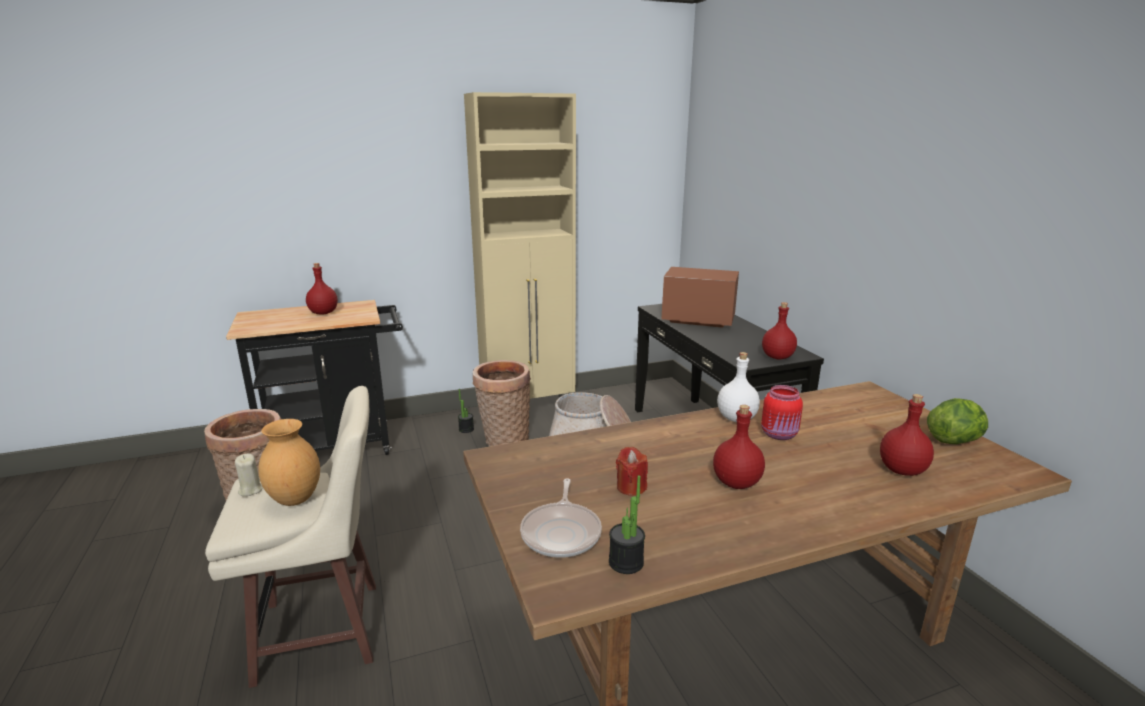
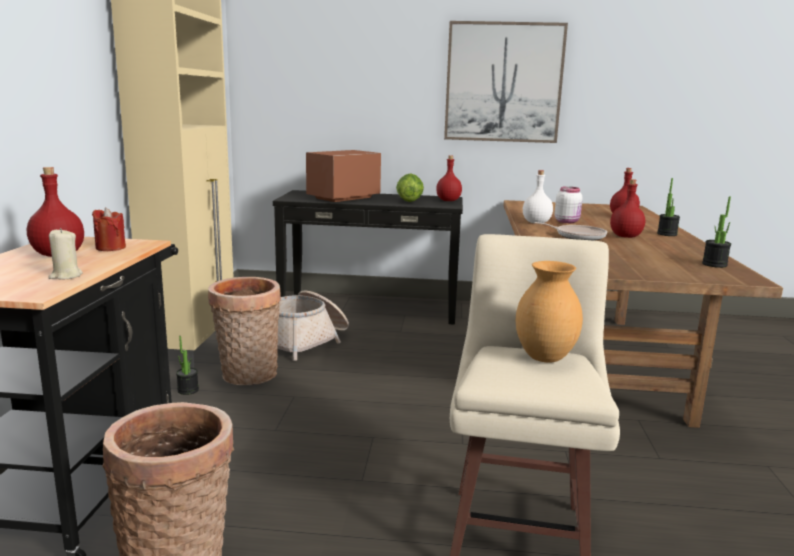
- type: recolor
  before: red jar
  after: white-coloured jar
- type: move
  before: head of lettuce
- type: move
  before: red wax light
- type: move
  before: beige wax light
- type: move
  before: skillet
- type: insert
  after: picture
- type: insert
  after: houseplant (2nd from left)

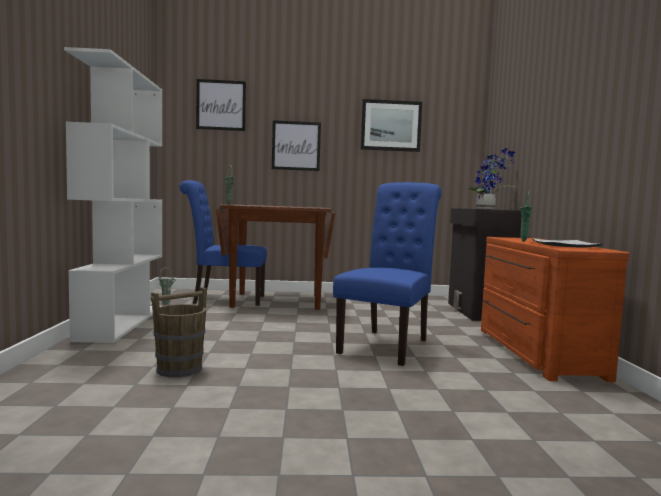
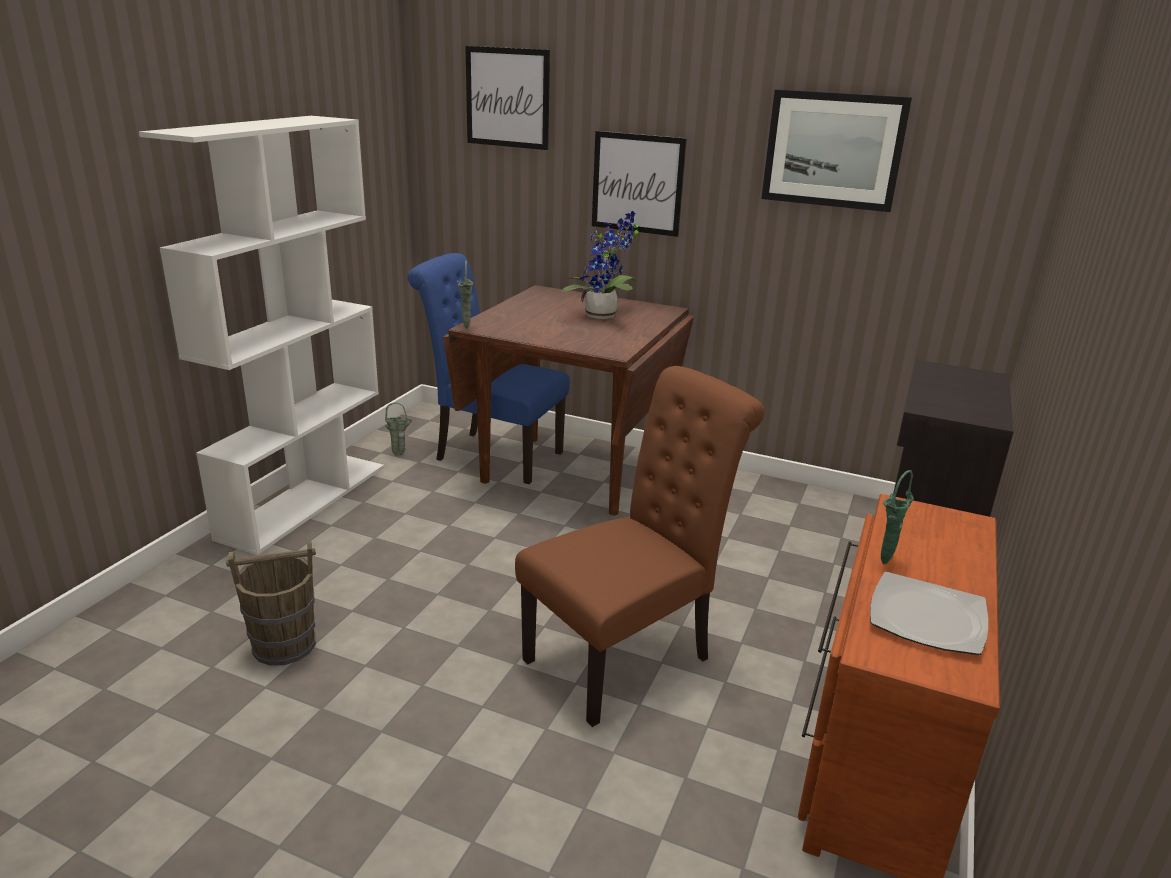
- type: move
  before: houseplant
- type: recolor
  before: blue chair (2nd from left)
  after: brownish chair

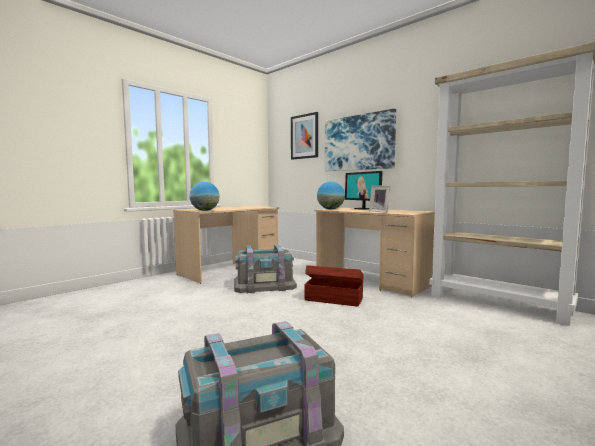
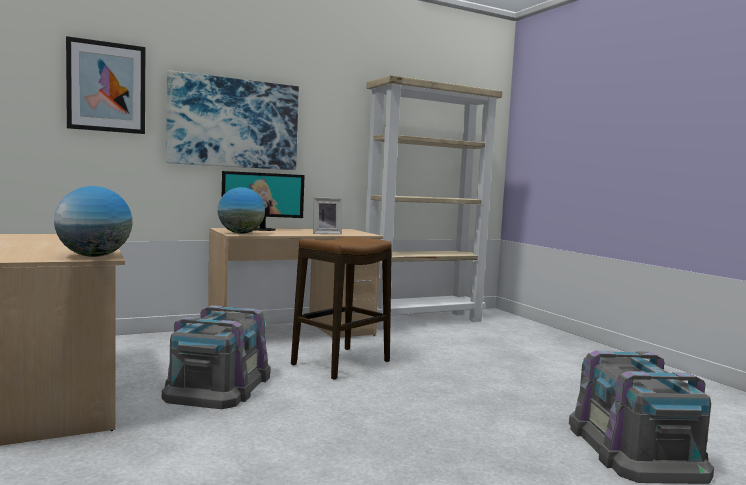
- type: replace
  before: brownish storage box
  after: sitting stool

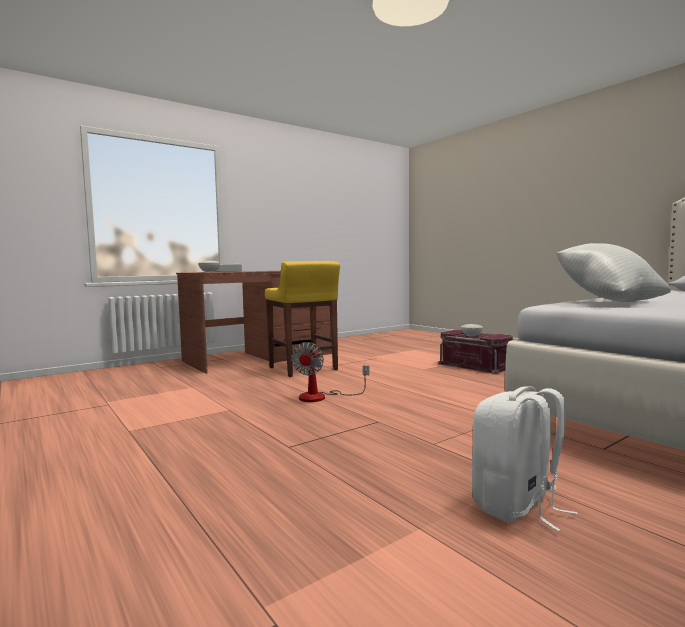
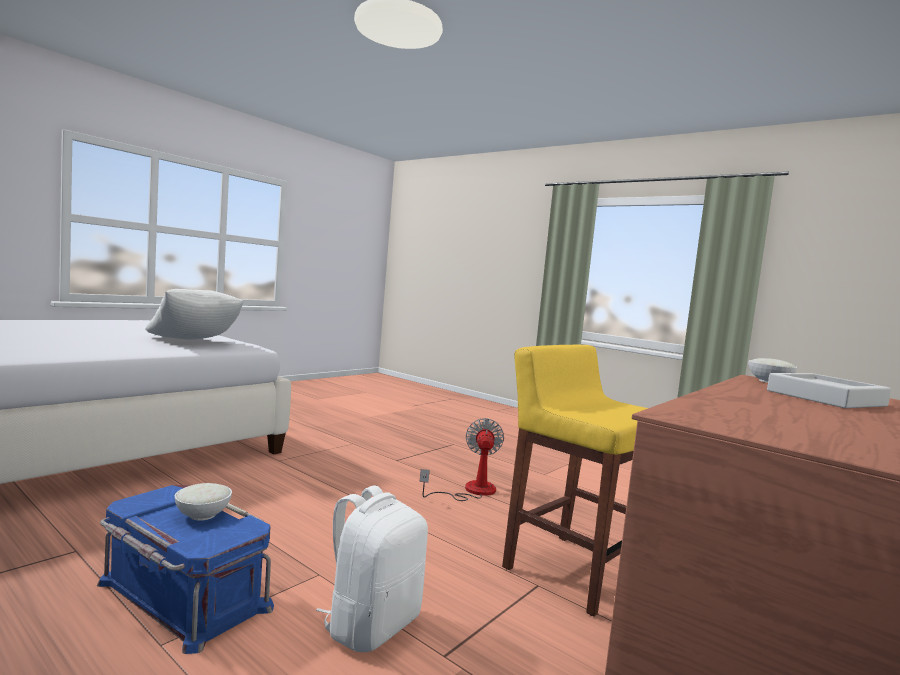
- type: recolor
  before: red storage box
  after: blue storage box
- type: move
  before: white-coloured knapsack

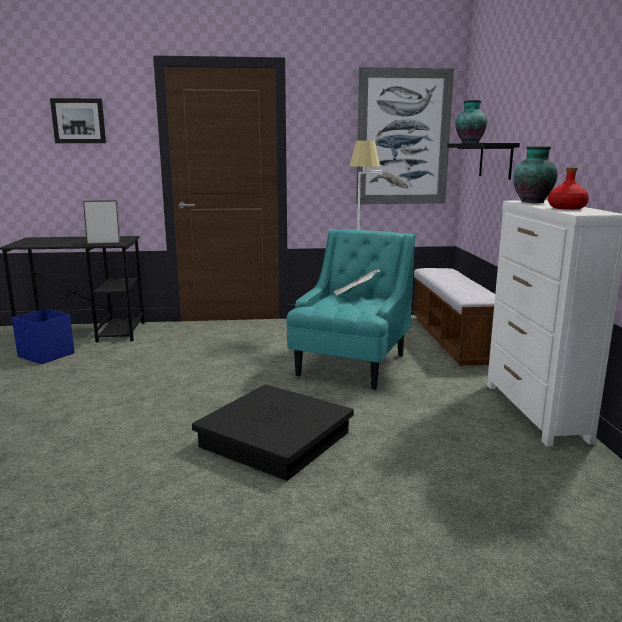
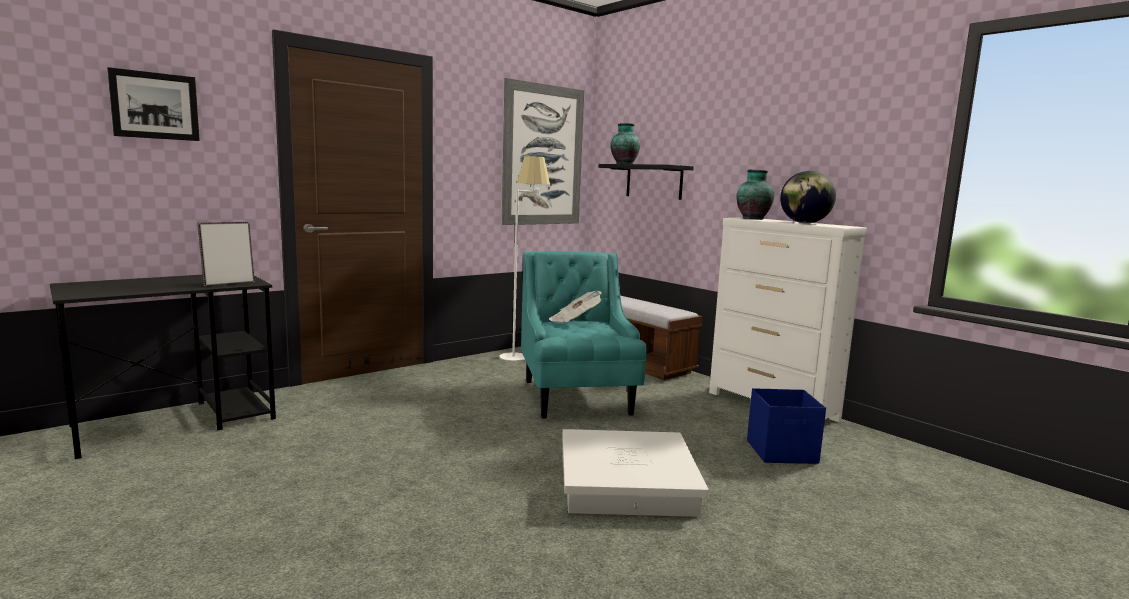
- type: replace
  before: red beverage bottle
  after: world globe
- type: move
  before: blue storage box
- type: recolor
  before: black storage box
  after: white-coloured storage box

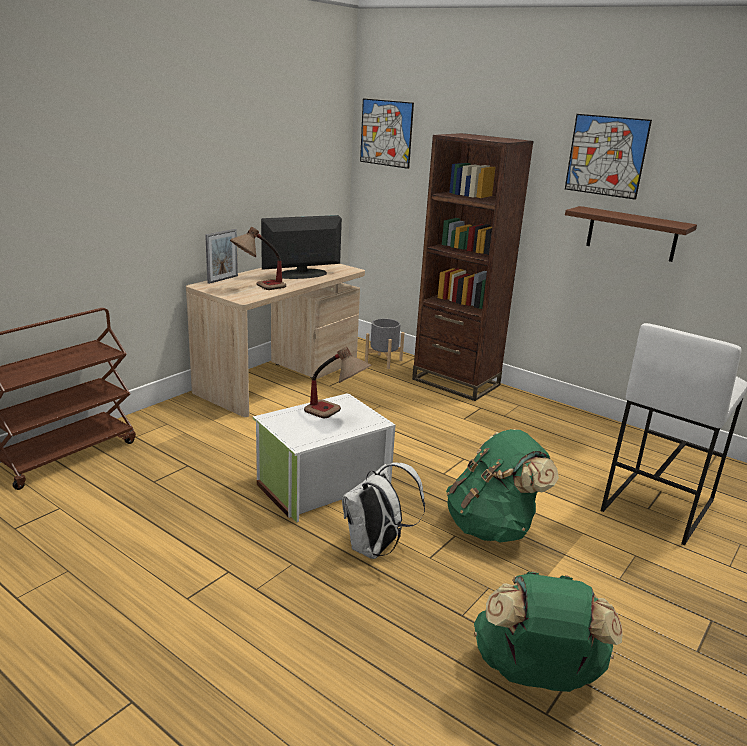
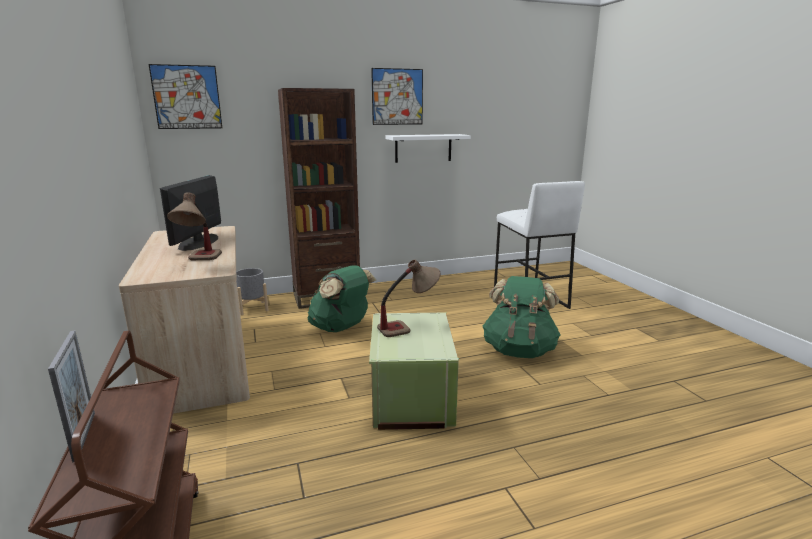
- type: recolor
  before: brownish bracket shelf
  after: white-coloured bracket shelf
- type: move
  before: picture frame
- type: recolor
  before: white-coloured storage box
  after: green storage box
- type: delete
  before: white-coloured knapsack
- type: move
  before: green knapsack (2nd from left in the first image)
  after: green knapsack (1st from left)

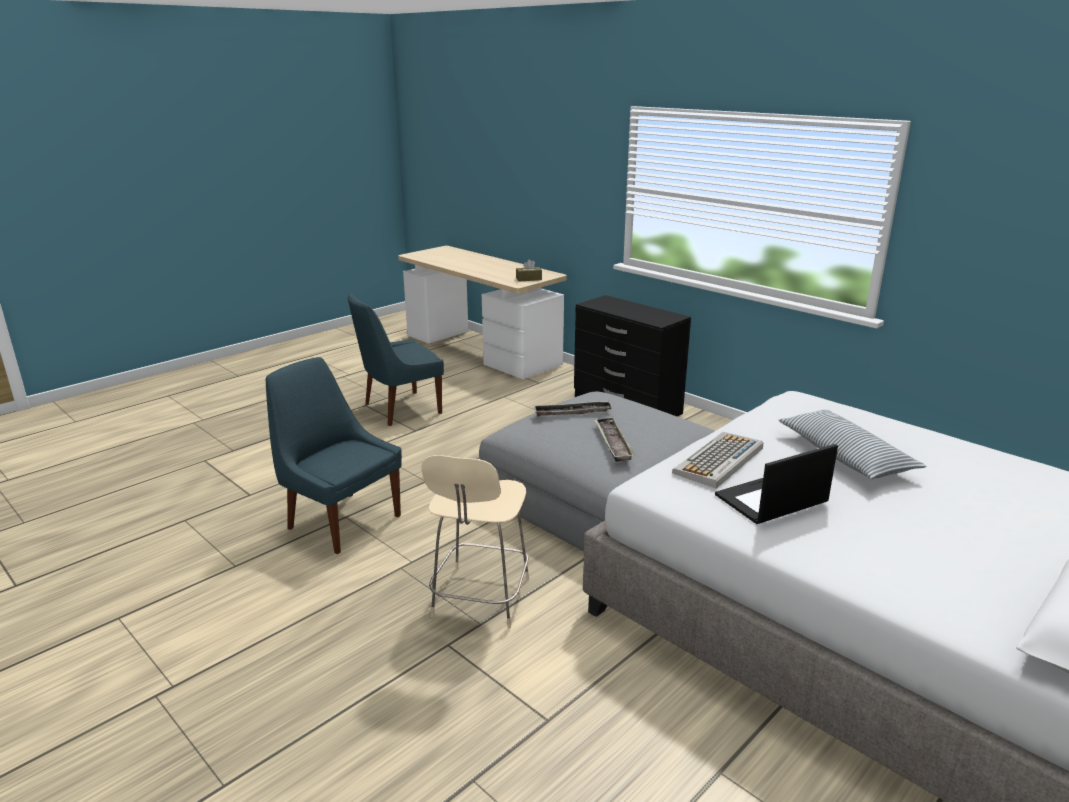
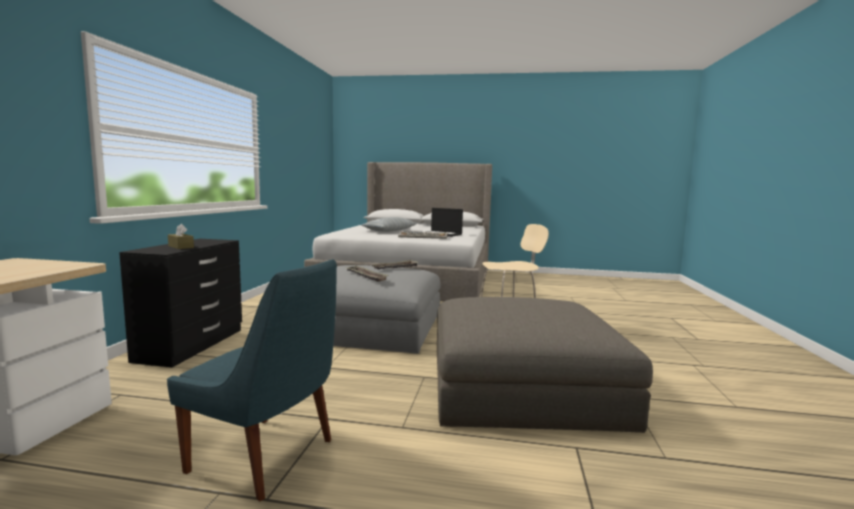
- type: move
  before: brownish tissue holder
- type: replace
  before: blue chair (1st from left)
  after: grey pouffe (2nd from left)

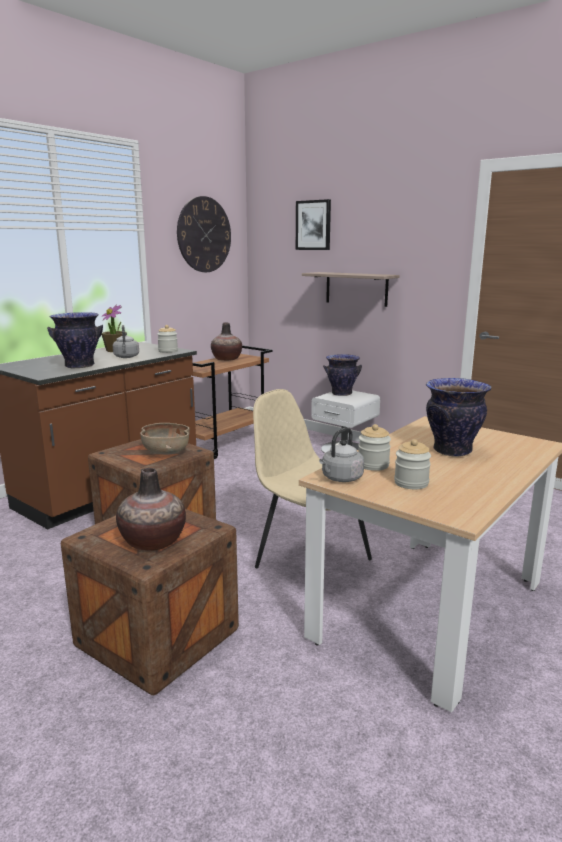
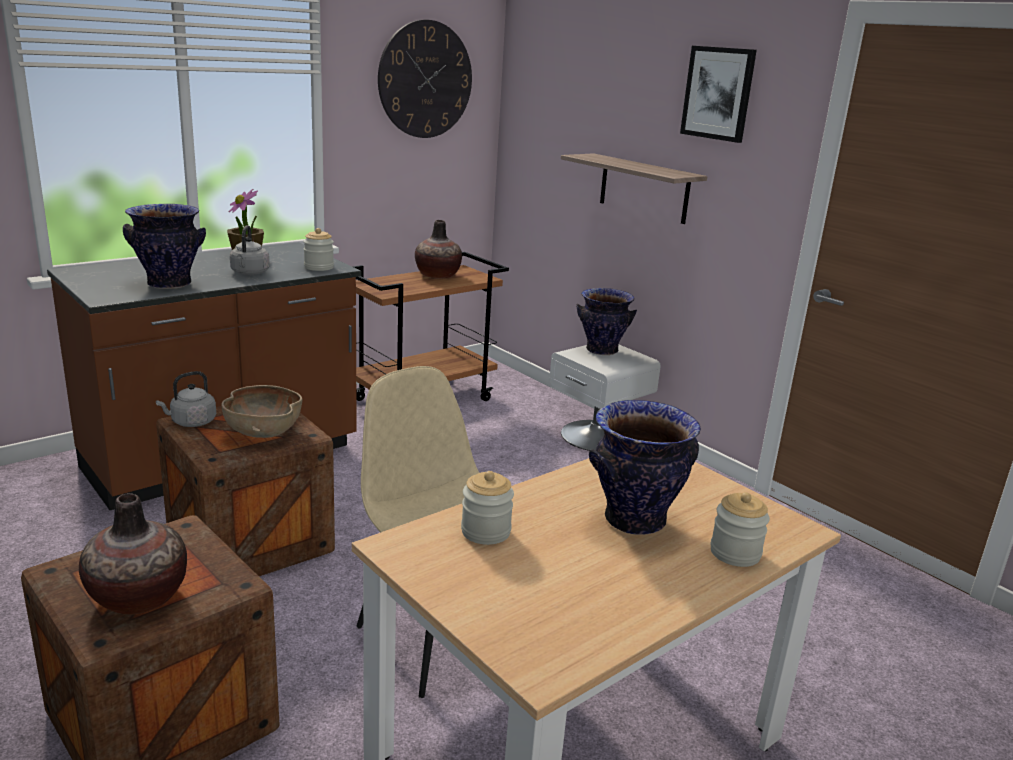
- type: move
  before: picture
- type: move
  before: grey tea kettle (2nd from left in the first image)
  after: grey tea kettle (1st from left)
- type: move
  before: jar (3rd from left)

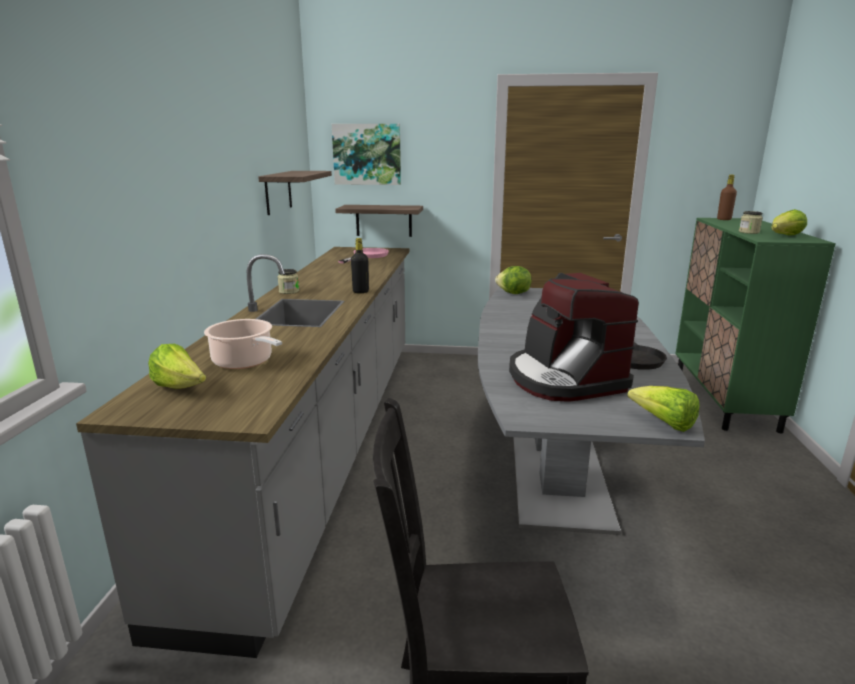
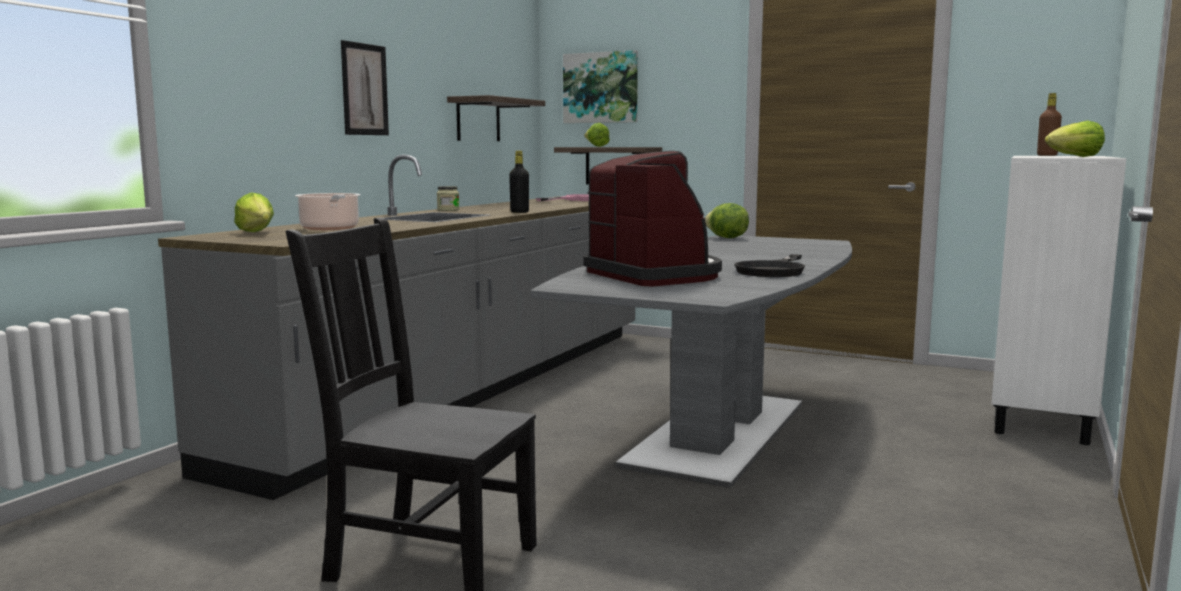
- type: delete
  before: jar (2nd from left)
- type: recolor
  before: green storage cabinet
  after: white-coloured storage cabinet
- type: rotate
  before: coffee machine
  turn: 150
- type: move
  before: head of lettuce (3rd from left in the first image)
  after: head of lettuce (2nd from left)
- type: insert
  after: picture (1st from left)

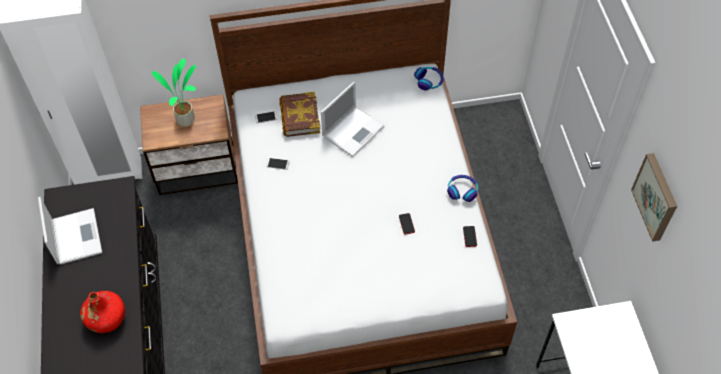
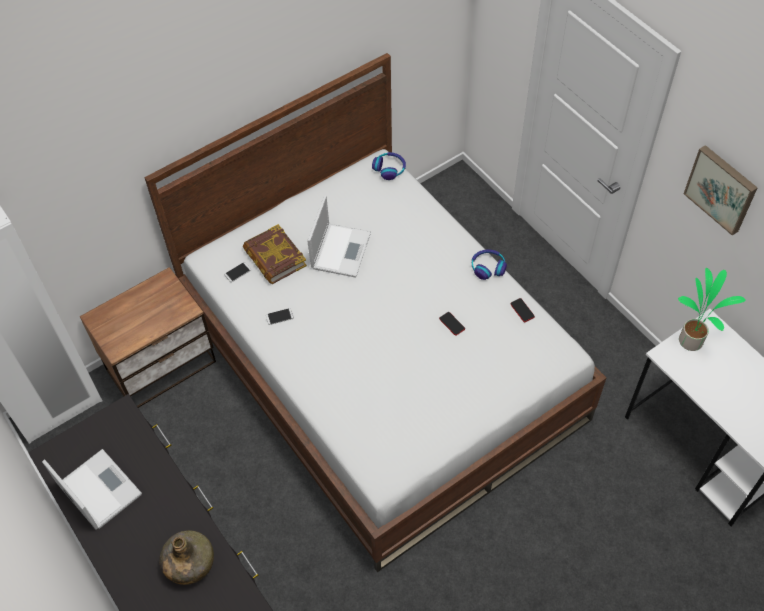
- type: move
  before: houseplant
- type: recolor
  before: red beverage bottle
  after: green beverage bottle

